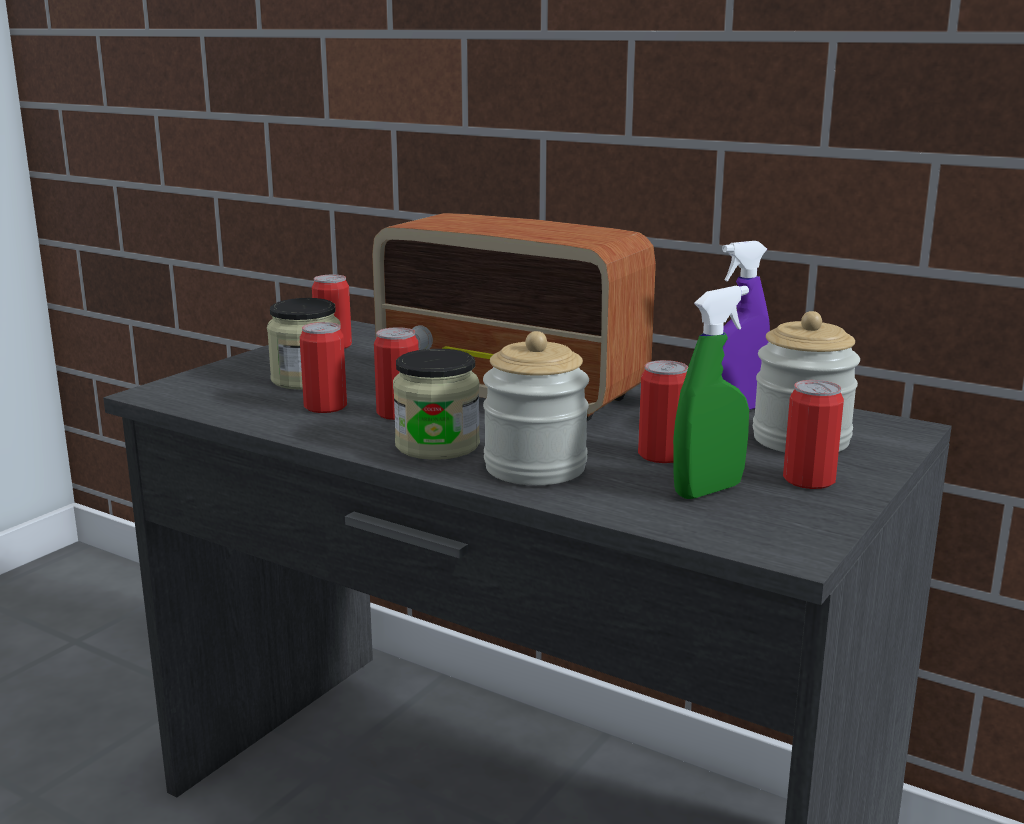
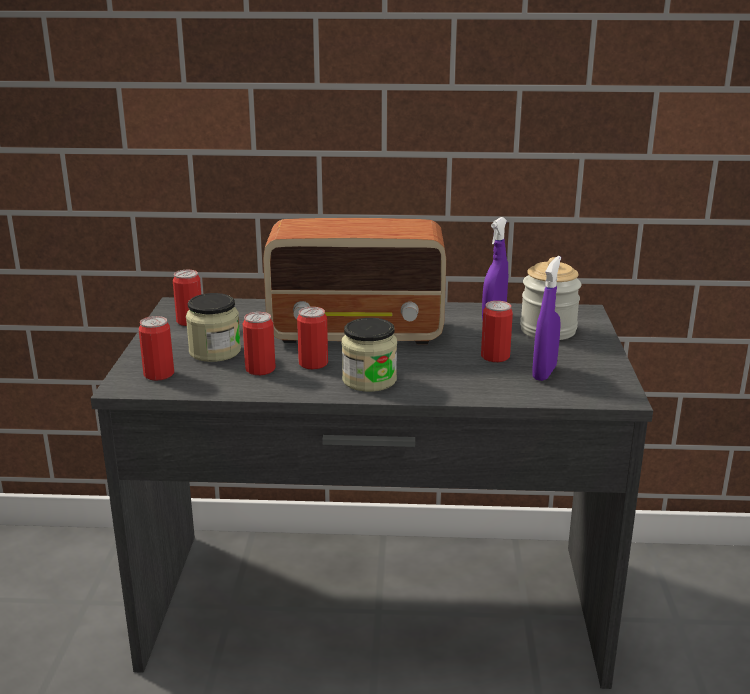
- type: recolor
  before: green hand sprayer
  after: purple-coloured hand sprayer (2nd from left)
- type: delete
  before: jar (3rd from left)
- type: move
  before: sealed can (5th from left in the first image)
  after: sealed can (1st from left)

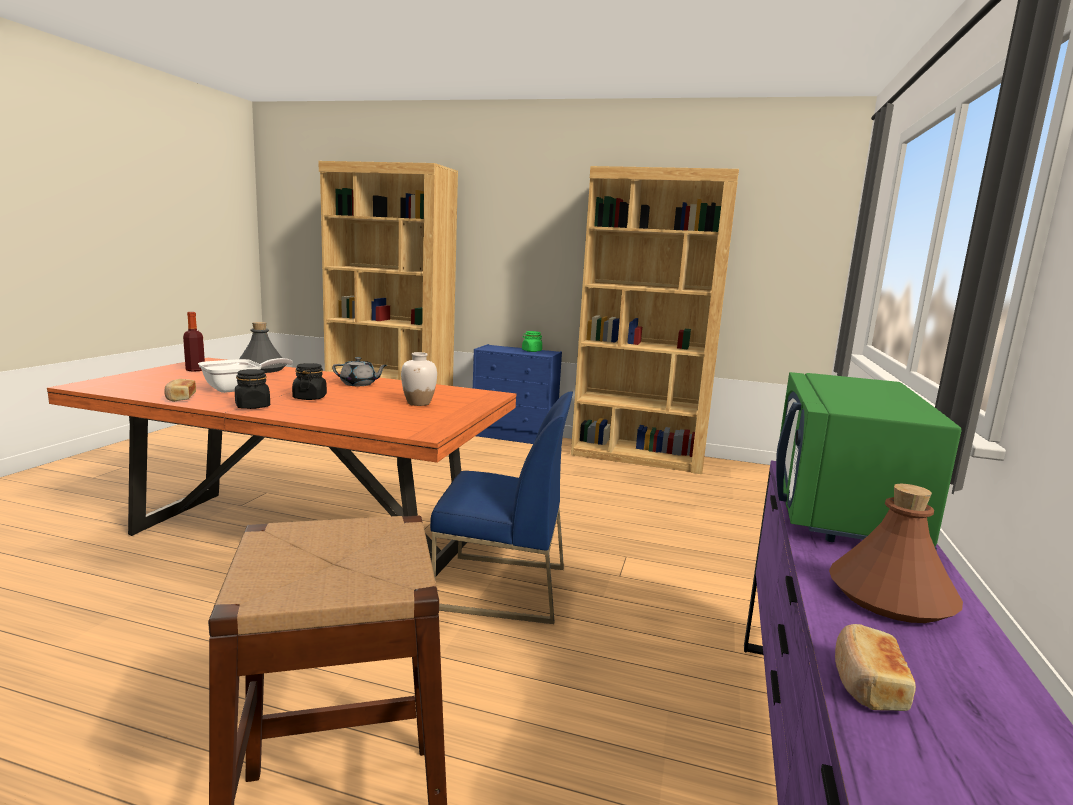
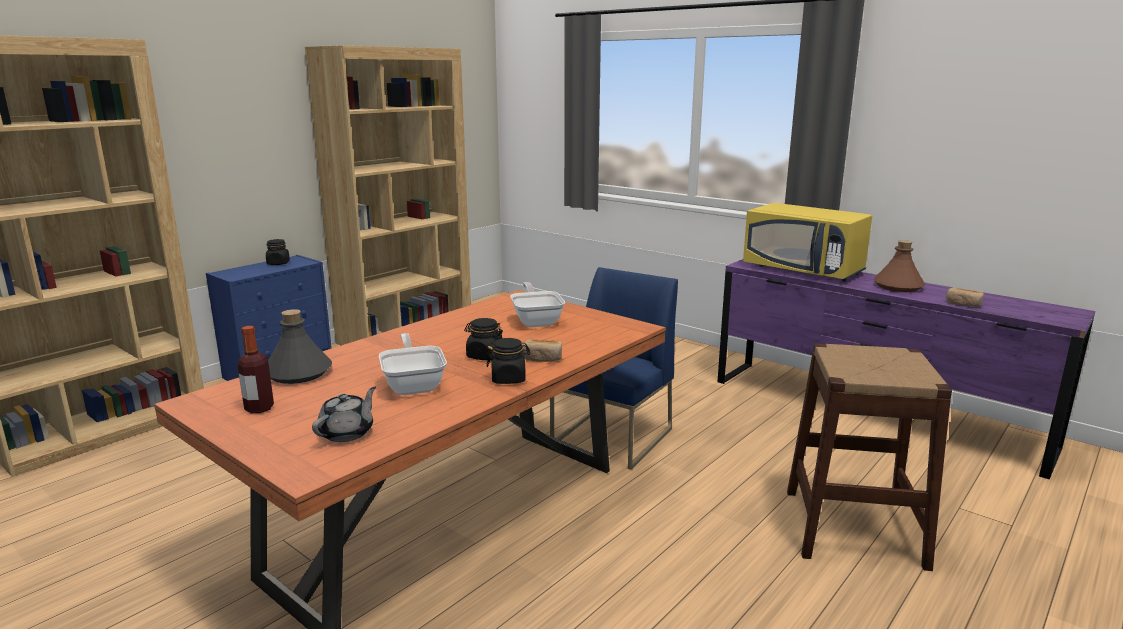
- type: recolor
  before: green jar
  after: black jar (1st from left)
- type: replace
  before: white-coloured vase
  after: skillet (2nd from left)
- type: move
  before: grey pot for tea
- type: recolor
  before: green kitchen microwave
  after: yellow-coloured kitchen microwave
- type: move
  before: bread (1st from left)

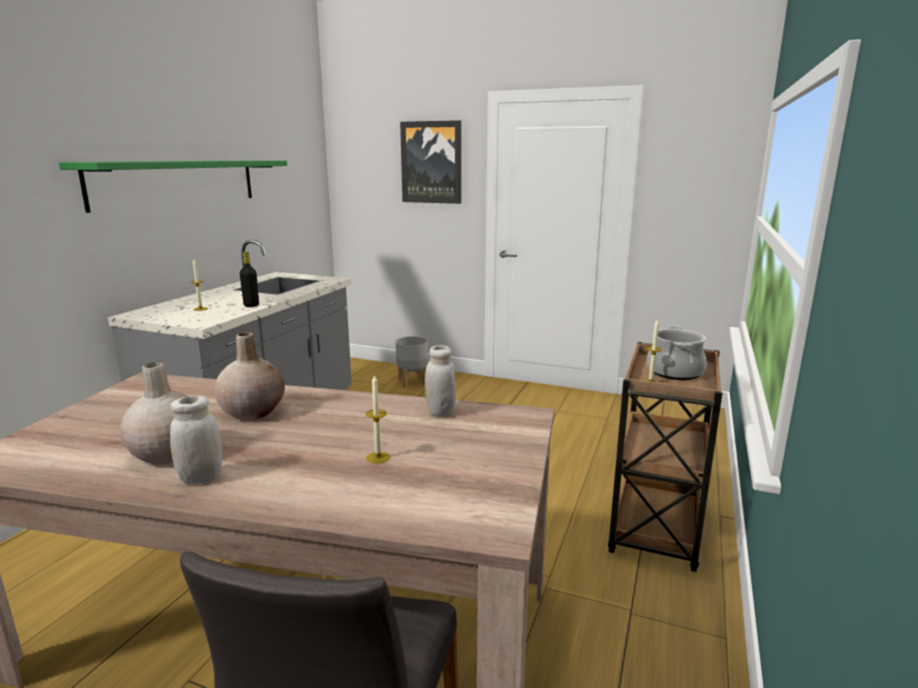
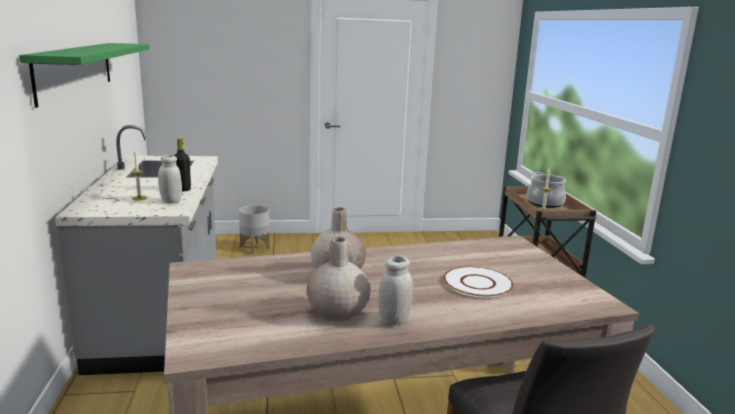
- type: delete
  before: picture
- type: move
  before: white-coloured jar (2nd from left in the first image)
  after: white-coloured jar (1st from left)
- type: replace
  before: wax light (2nd from left)
  after: white-coloured flat dish

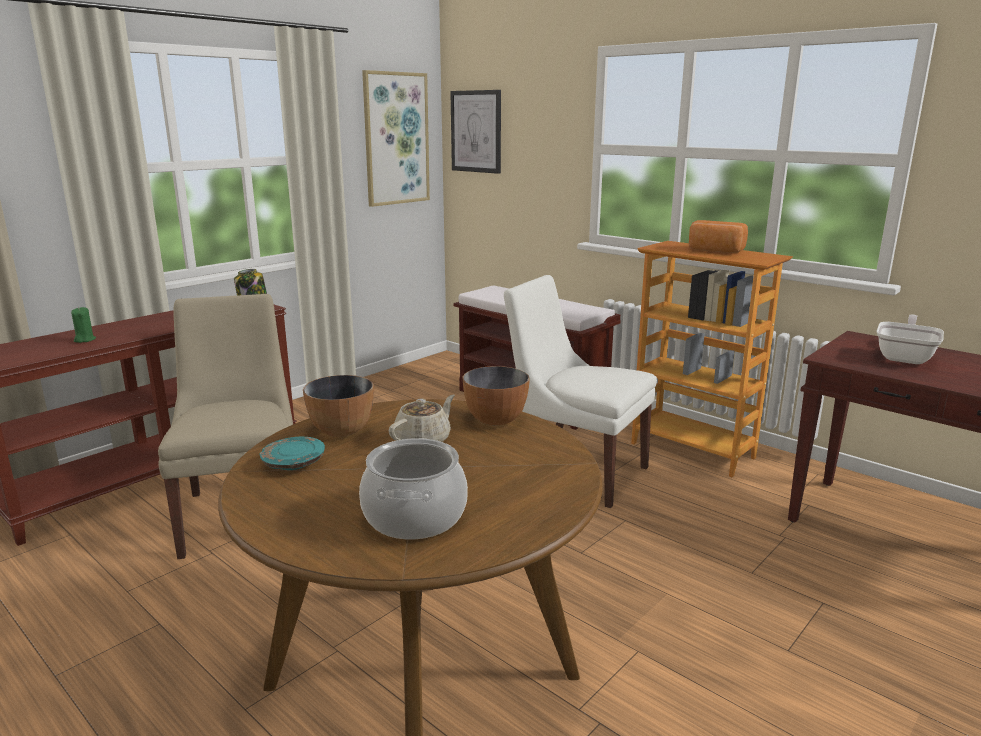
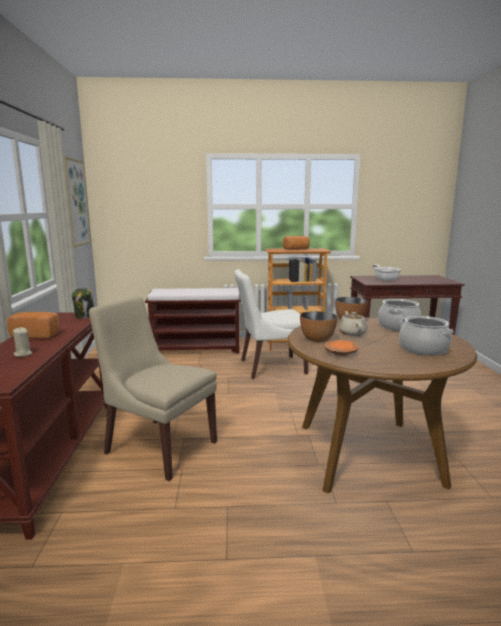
- type: delete
  before: picture (2nd from left)
- type: recolor
  before: green wax light
  after: beige wax light
- type: recolor
  before: turquoise-coloured flat dish
  after: orange flat dish
- type: insert
  after: saucepot (1st from left)
- type: insert
  after: bread (1st from left)

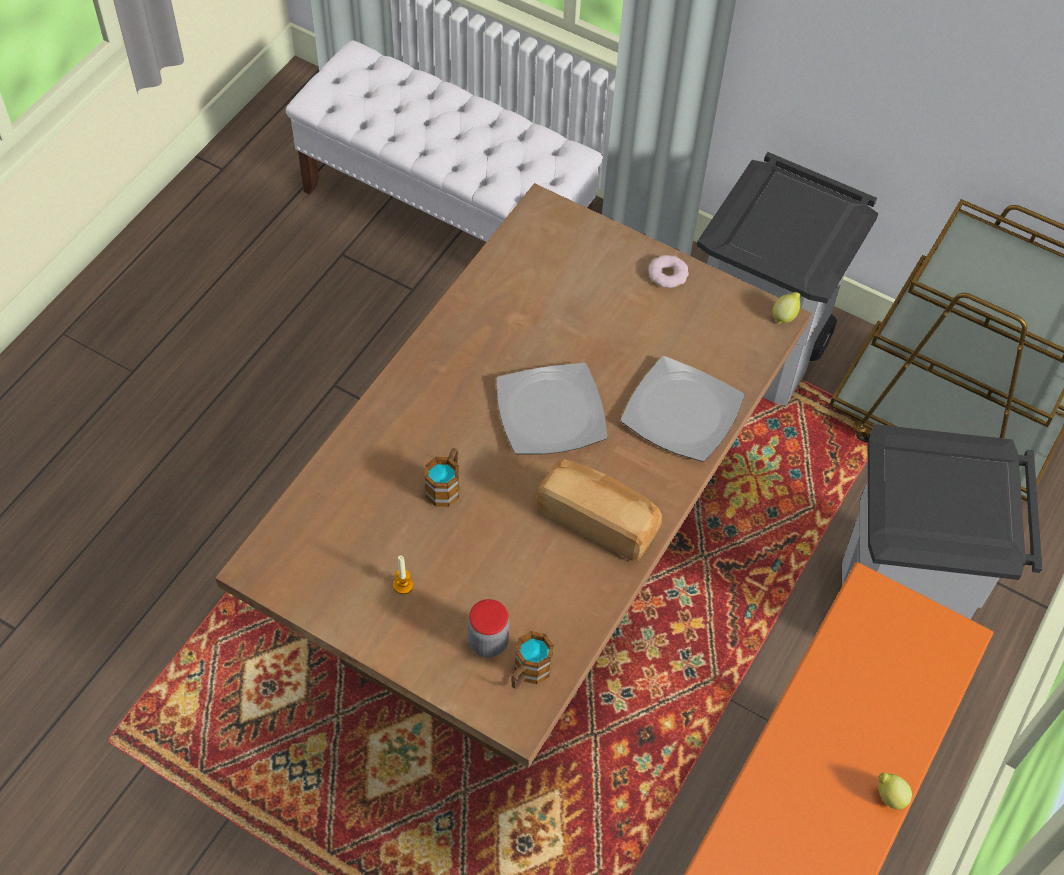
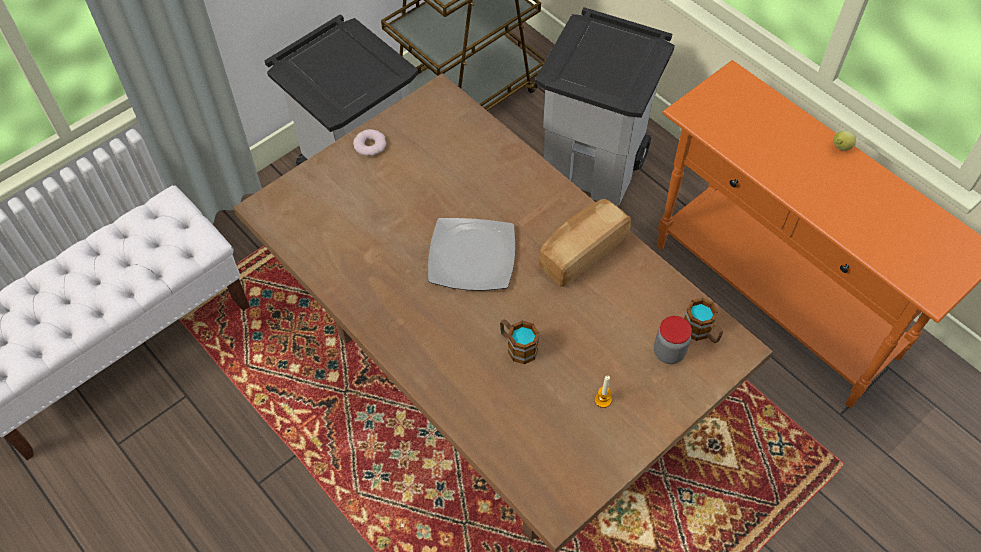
- type: delete
  before: lemon (1st from left)
- type: delete
  before: flat dish (2nd from left)

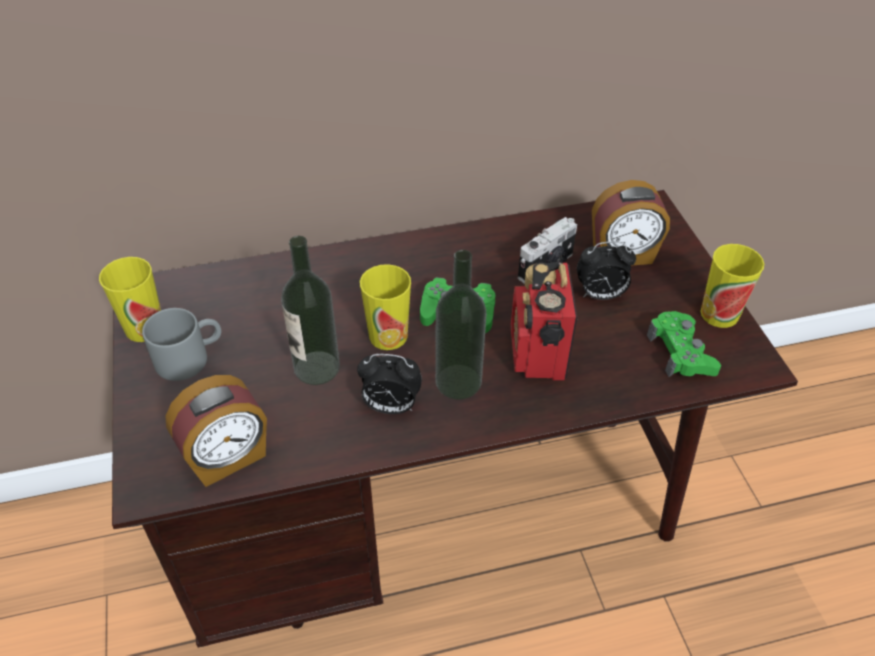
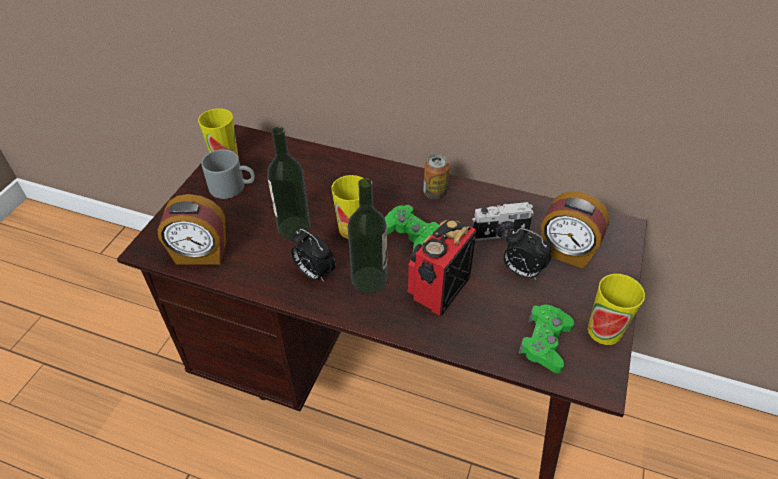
- type: insert
  after: sealed can

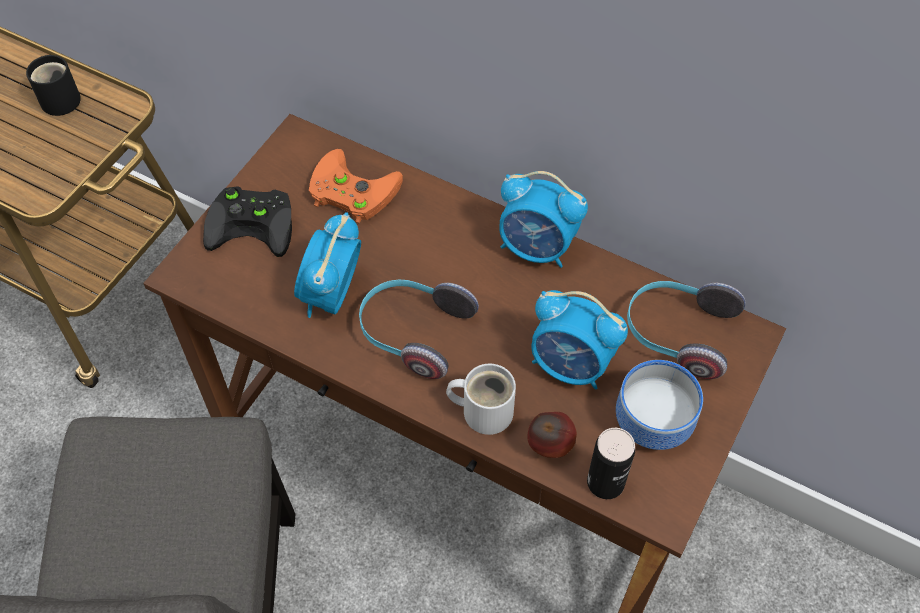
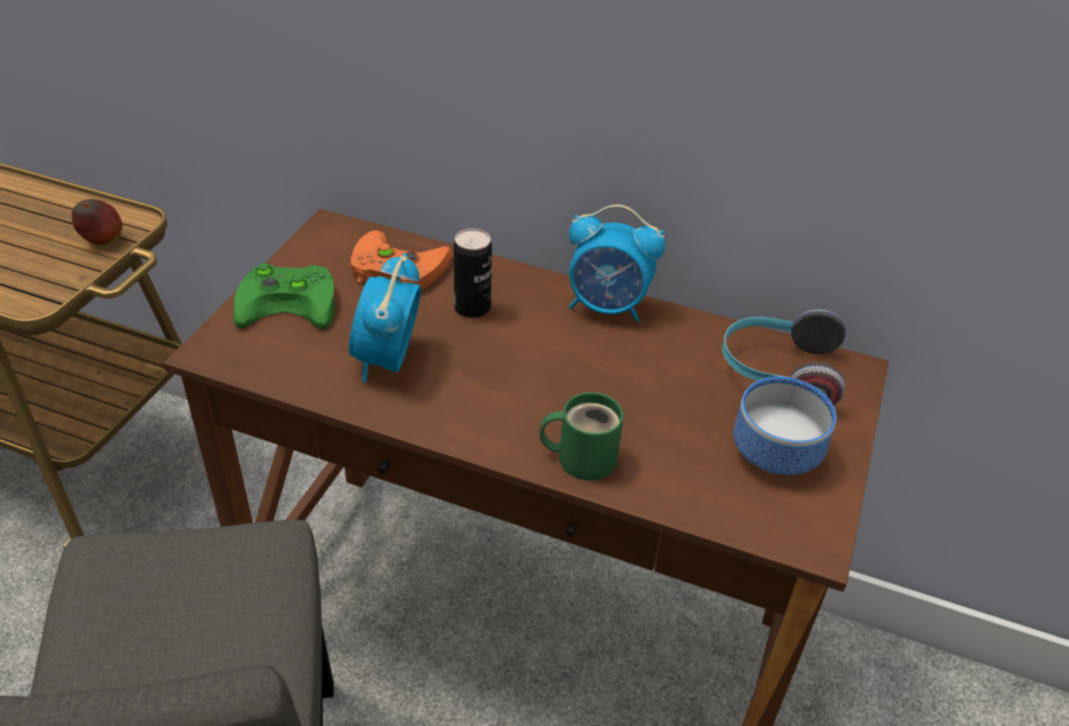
- type: delete
  before: black tea mug
- type: recolor
  before: black joypad
  after: green joypad
- type: delete
  before: pair of headphones (1st from left)
- type: delete
  before: table clock (3rd from left)
- type: recolor
  before: white-coloured tea mug
  after: green tea mug
- type: move
  before: apple
- type: move
  before: sealed can

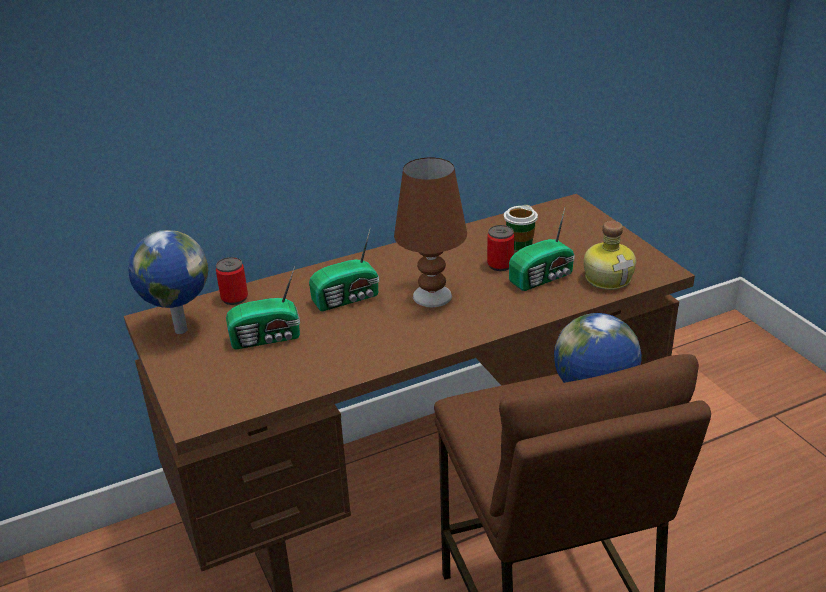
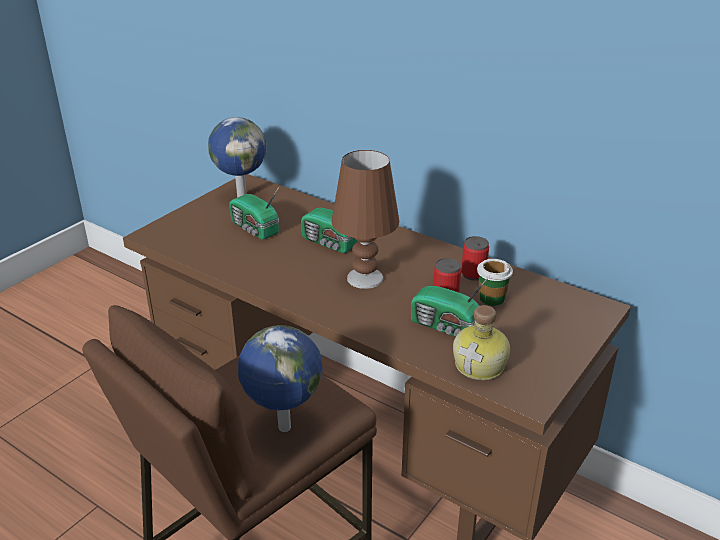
- type: move
  before: sealed can (1st from left in the first image)
  after: sealed can (2nd from left)

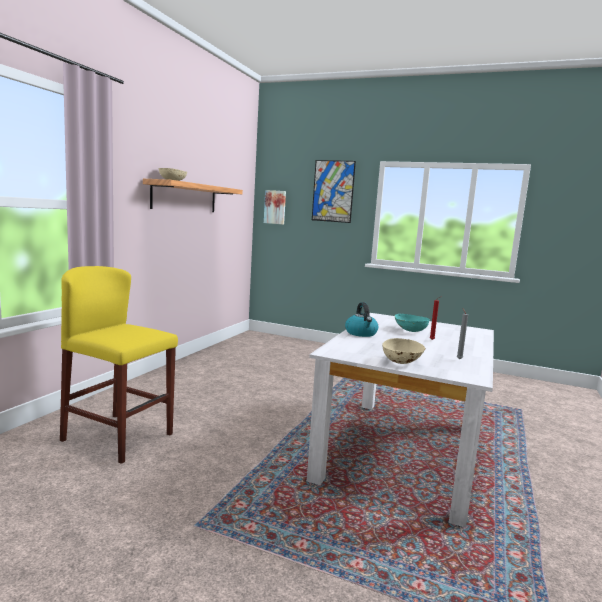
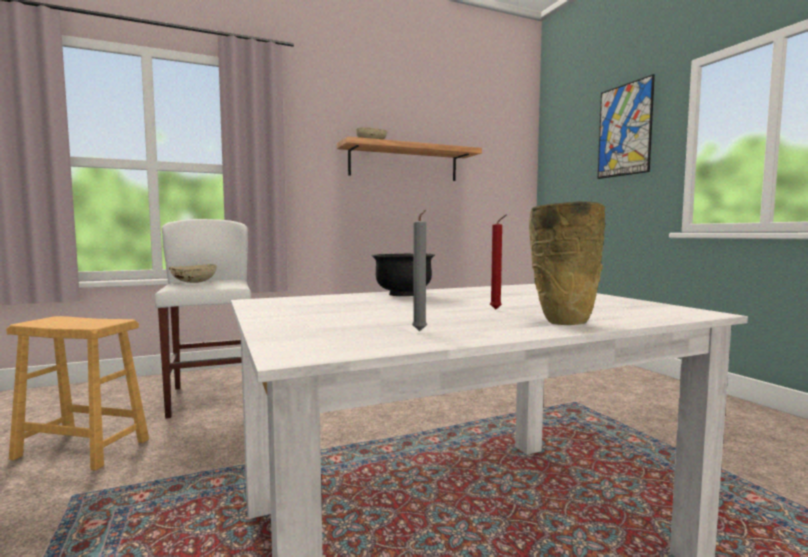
- type: delete
  before: picture (1st from left)
- type: recolor
  before: yellow-coloured sitting stool
  after: white-coloured sitting stool
- type: replace
  before: tea kettle
  after: black deep dish
- type: delete
  before: turquoise-coloured deep dish
- type: move
  before: beige deep dish (2nd from left in the first image)
  after: beige deep dish (1st from left)
- type: insert
  after: beige vase
- type: insert
  after: brownish sitting stool

